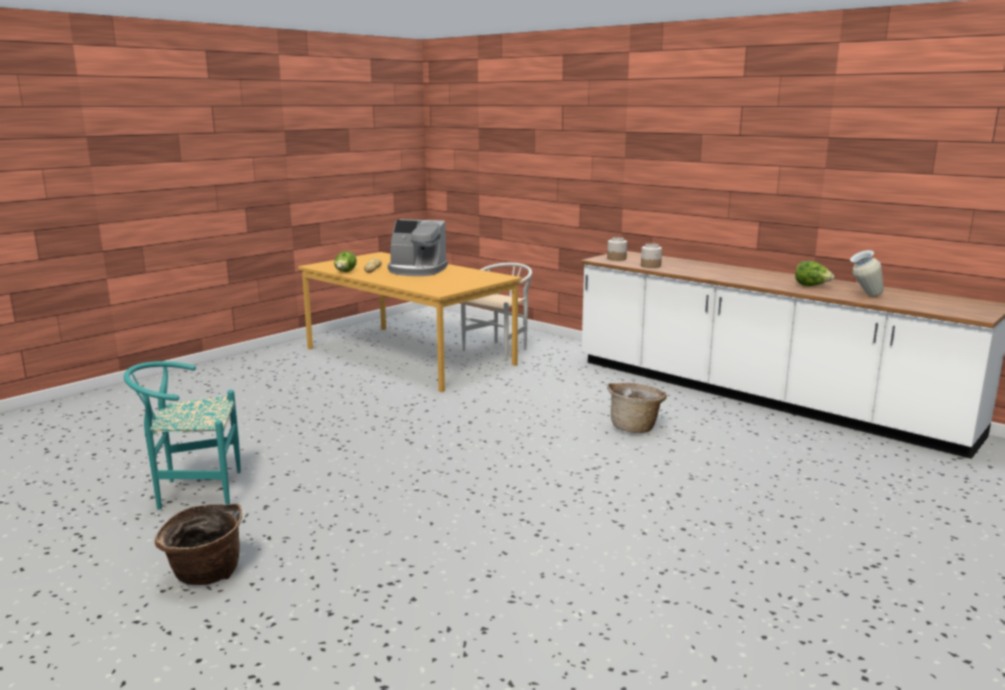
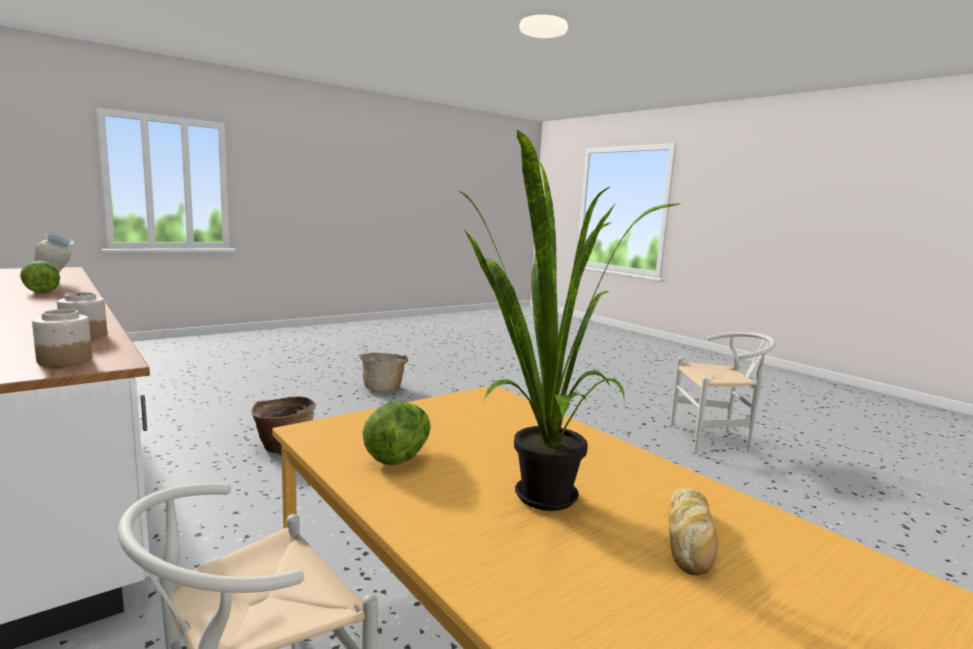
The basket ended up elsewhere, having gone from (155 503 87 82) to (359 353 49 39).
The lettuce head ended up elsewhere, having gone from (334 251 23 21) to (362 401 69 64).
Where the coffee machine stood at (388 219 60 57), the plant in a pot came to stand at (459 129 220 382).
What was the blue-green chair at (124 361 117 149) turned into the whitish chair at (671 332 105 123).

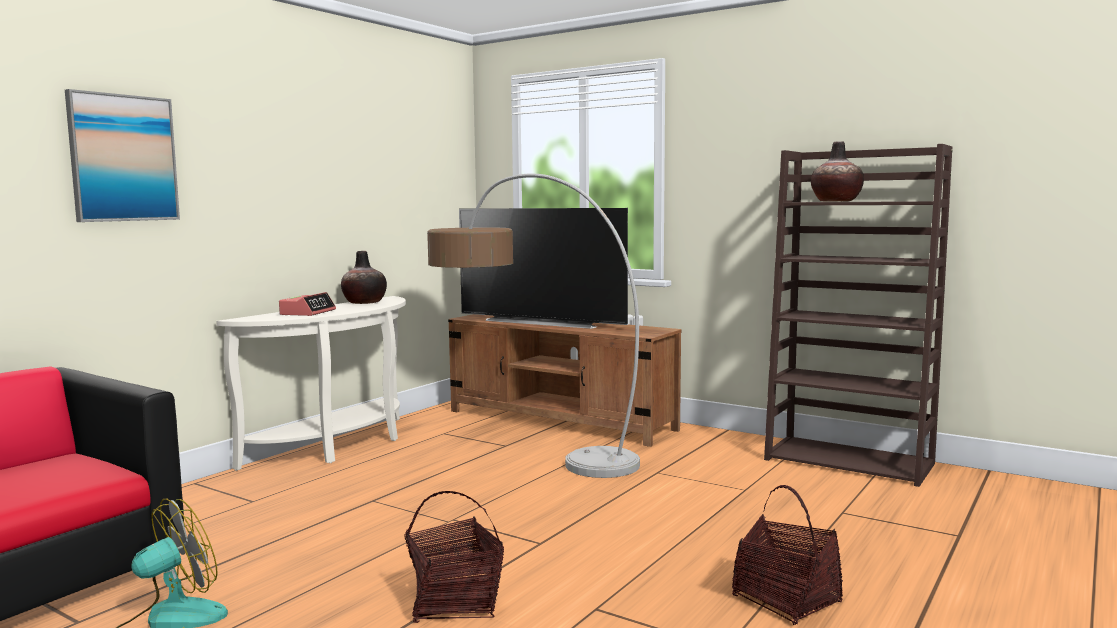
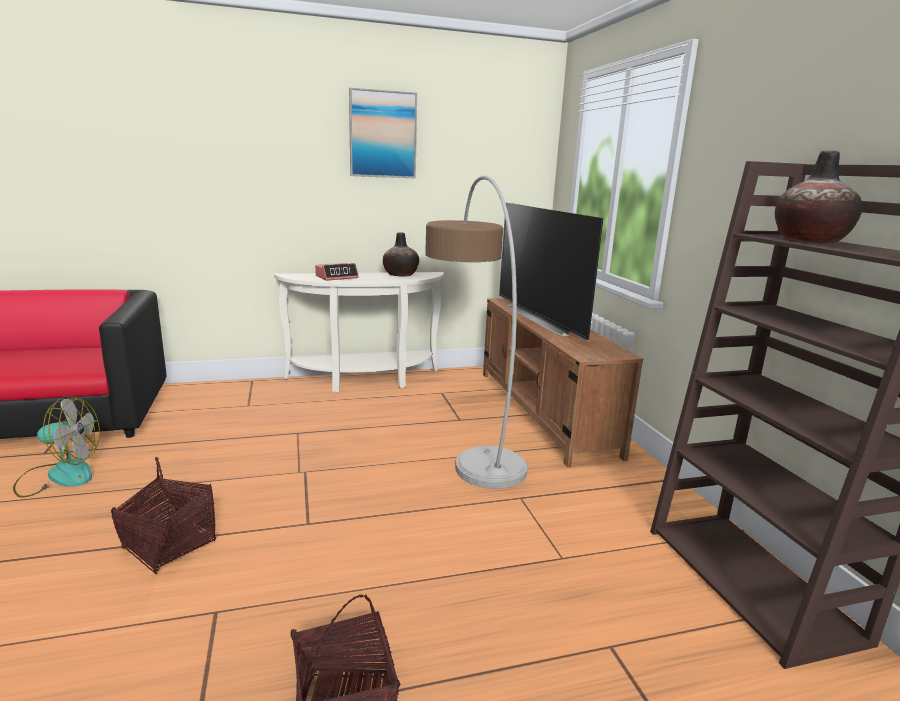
The wall art ended up elsewhere, having gone from (65 89 115 133) to (349 88 68 90).

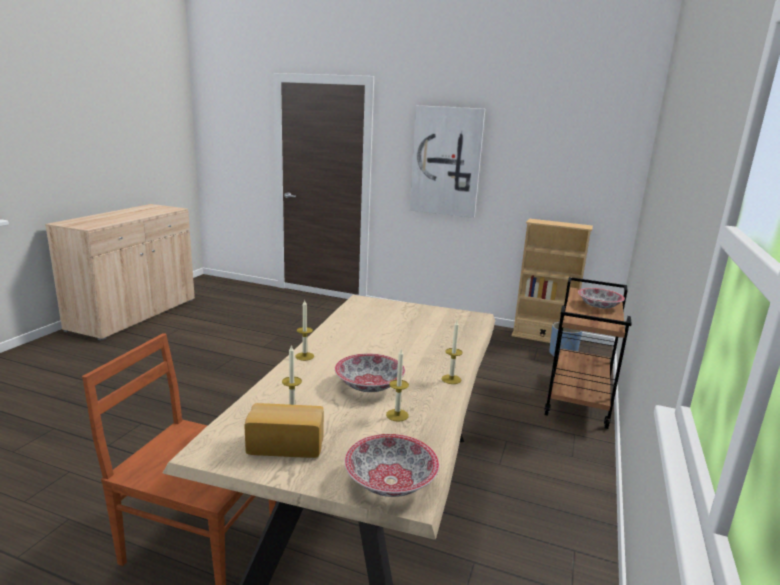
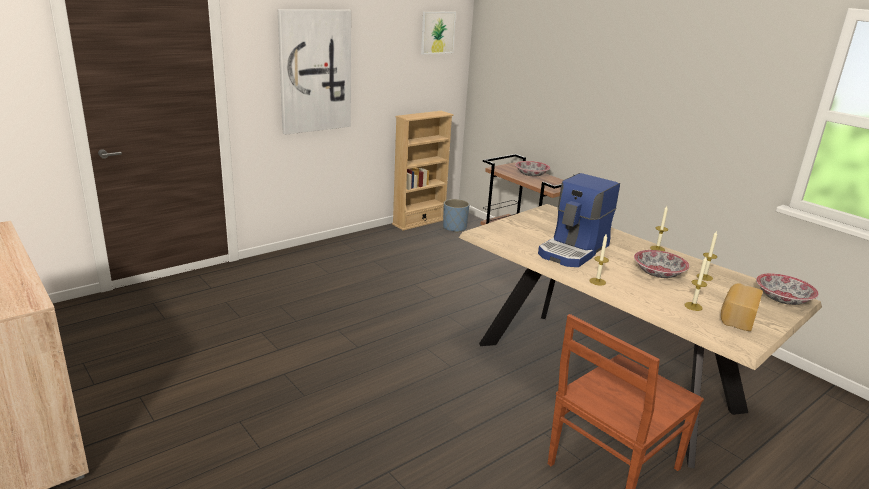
The second view gained the wall art at (421 12 35 42).
The second view gained the coffee machine at (538 173 82 94).

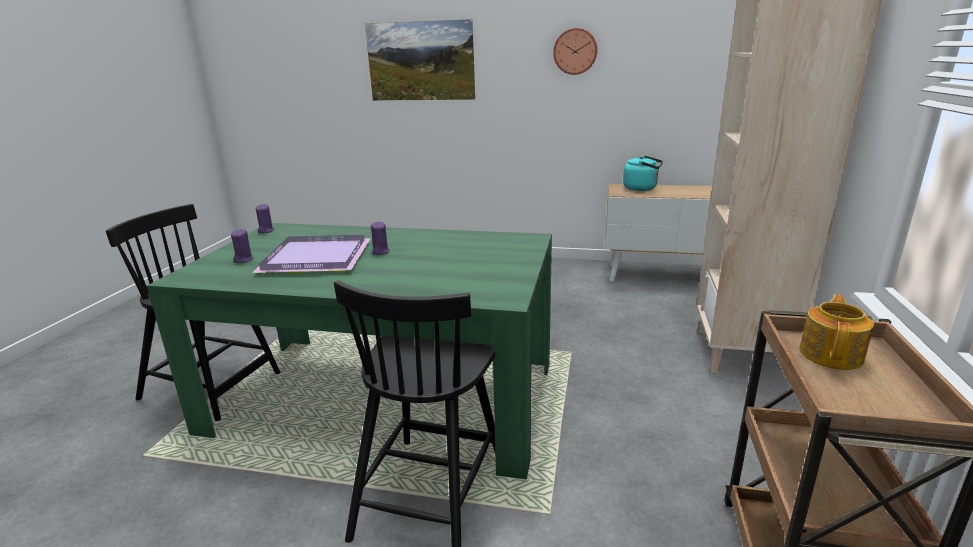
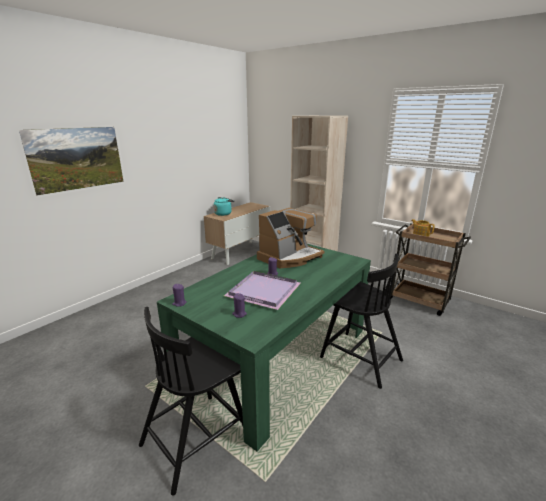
The second view lost the hanging clock at (553 28 44 47).
The second view gained the coffee machine at (257 208 68 60).

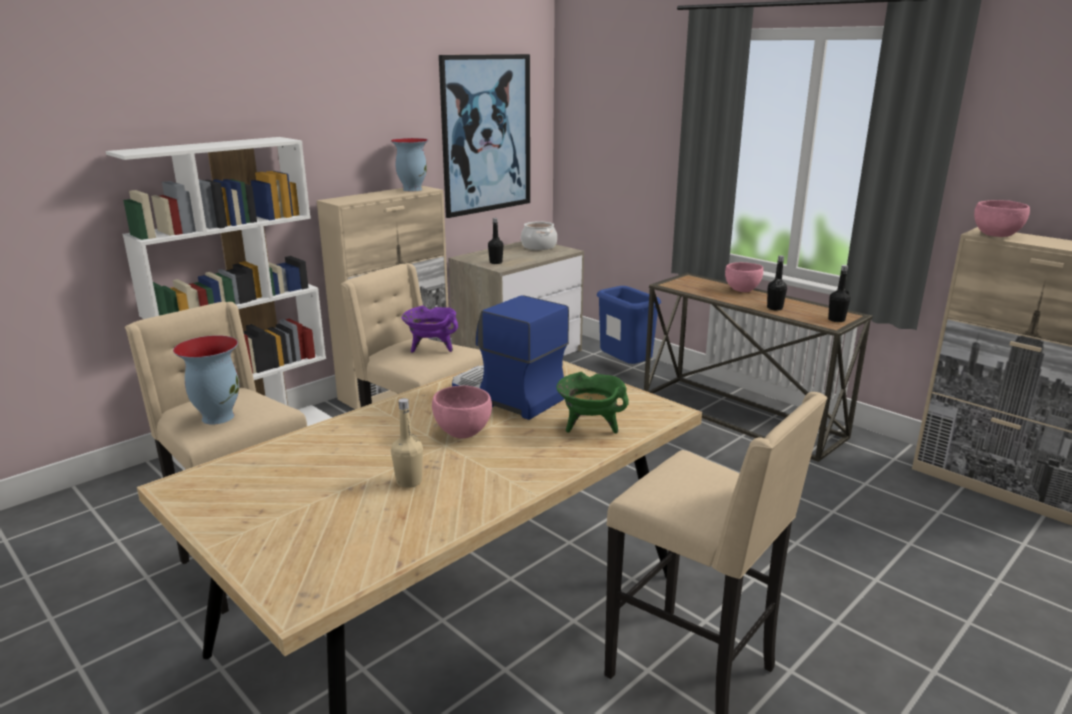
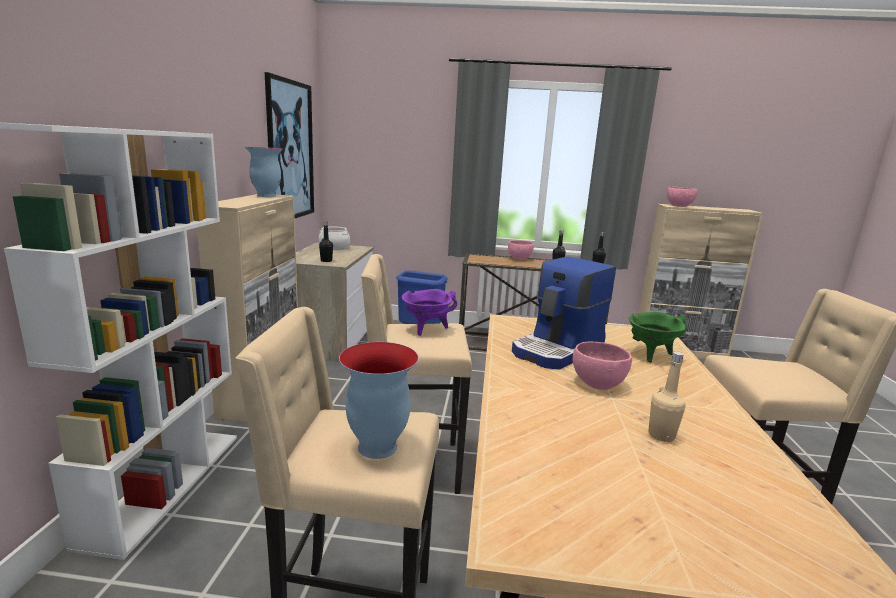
The coffee machine at (452 295 117 125) ended up facing another way, 45 degrees counterclockwise from before.

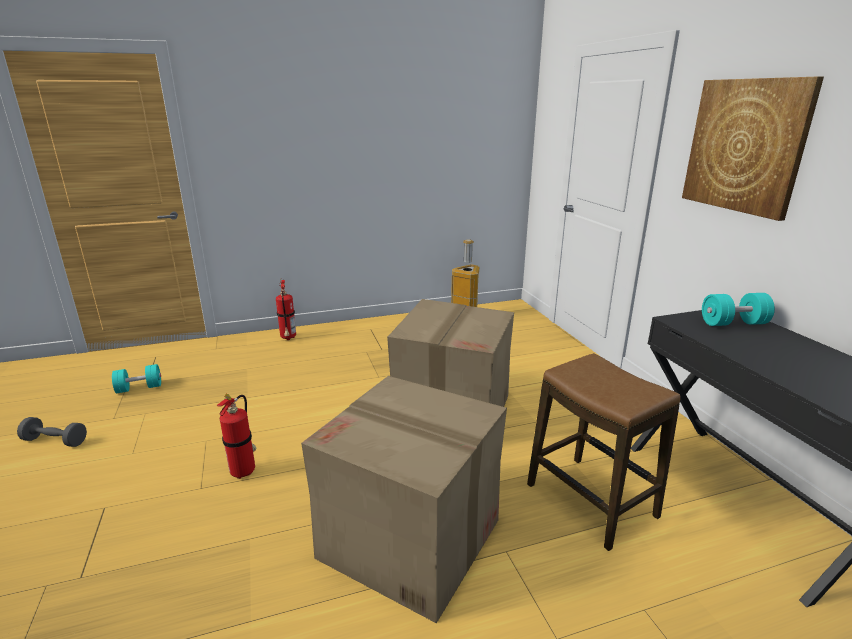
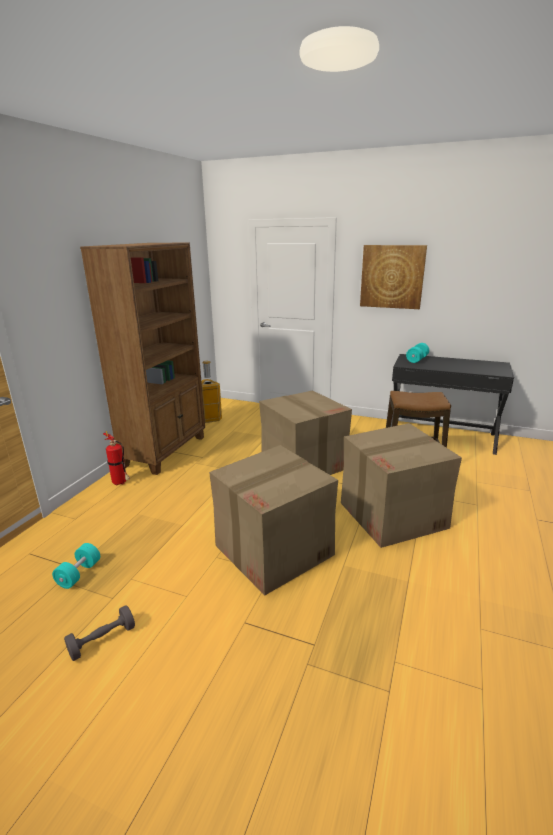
The second view gained the brown shelving unit at (80 243 125 232).
Where the extinguisher stood at (217 393 39 86), the carton came to stand at (209 445 129 150).

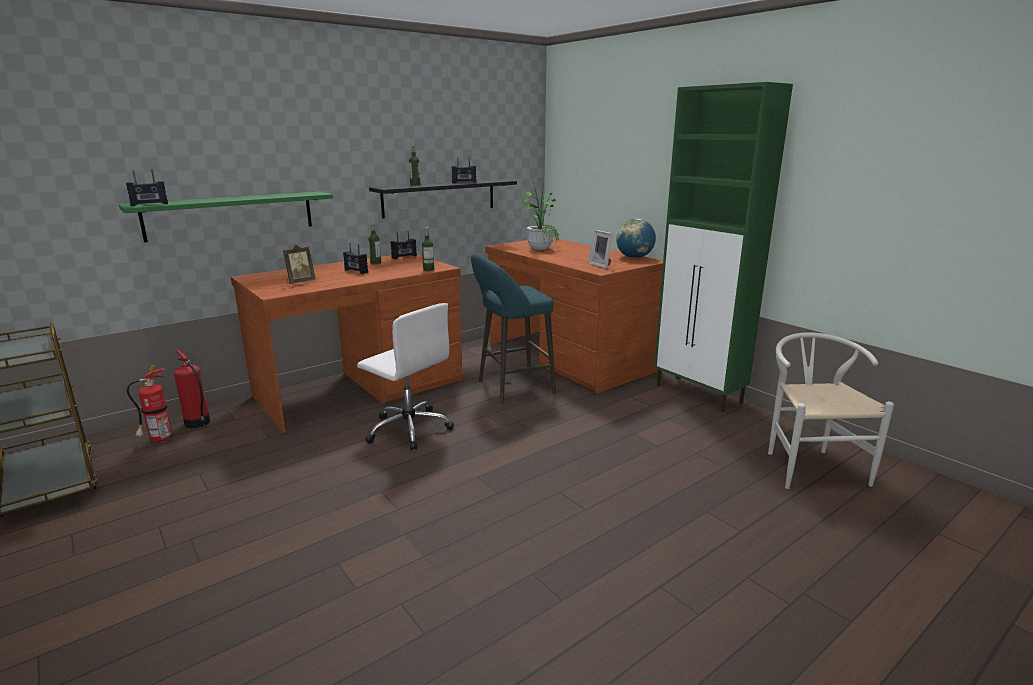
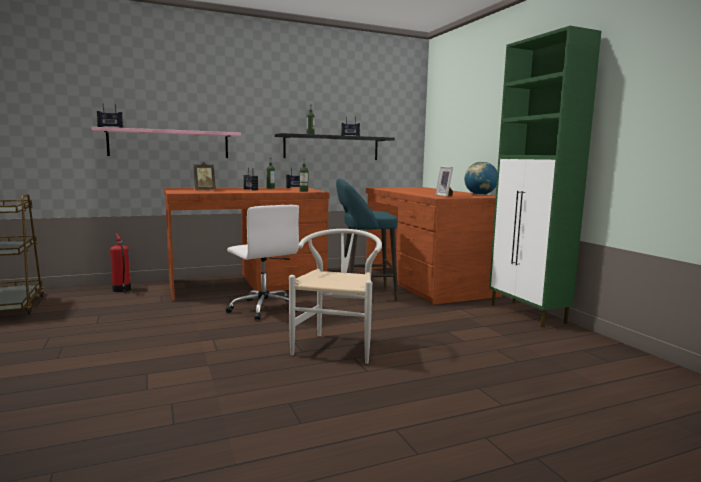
The second view lost the extinguisher at (127 365 45 78).
The second view lost the plant in a pot at (518 180 42 70).
The whitish chair ended up elsewhere, having gone from (768 332 126 157) to (289 229 93 135).
What was the greenish wall shelf at (119 192 214 50) turned into the pink-coloured wall shelf at (91 127 150 31).

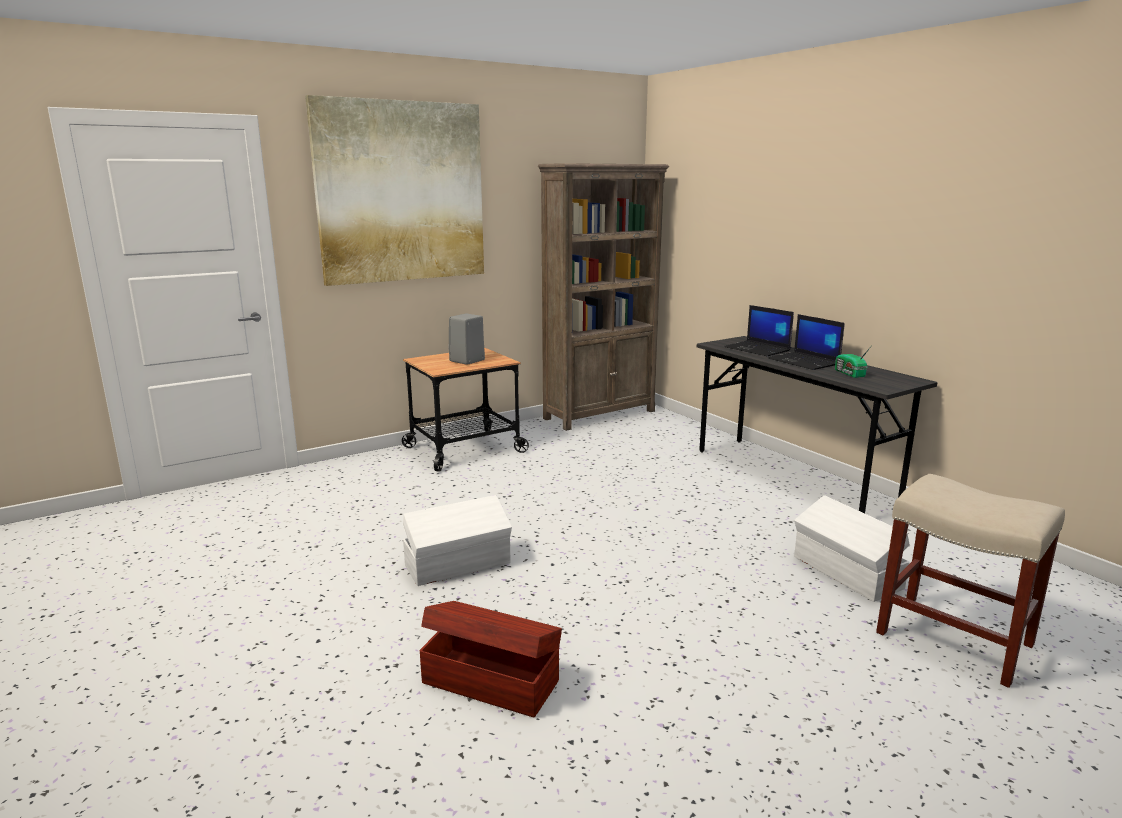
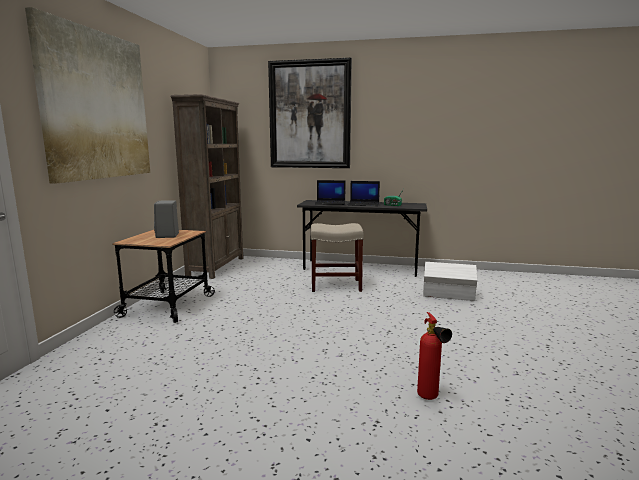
The second view lost the whitish storage container at (403 495 109 91).
The second view gained the wall art at (268 58 84 110).
The beige stool seat ended up elsewhere, having gone from (876 474 189 214) to (310 223 54 69).
Where the brown storage container stood at (419 601 143 116), the extinguisher came to stand at (417 312 35 88).

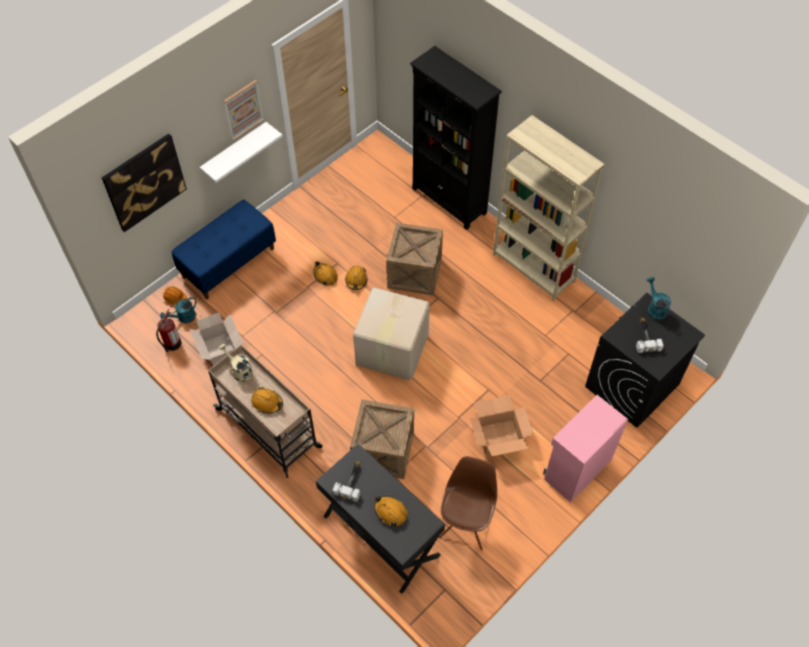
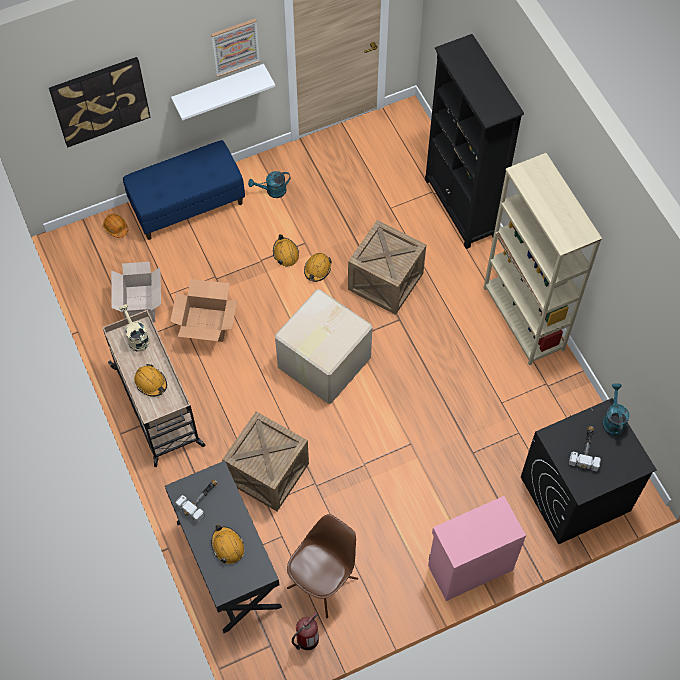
The extinguisher ended up elsewhere, having gone from (156 309 25 43) to (292 612 27 38).
The blue-green sprinkling can ended up elsewhere, having gone from (160 297 36 26) to (248 171 43 27).
The carton ended up elsewhere, having gone from (470 395 64 62) to (170 279 68 63).

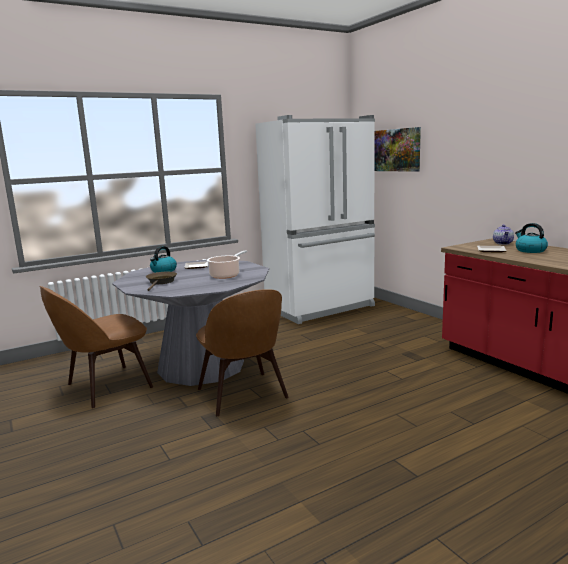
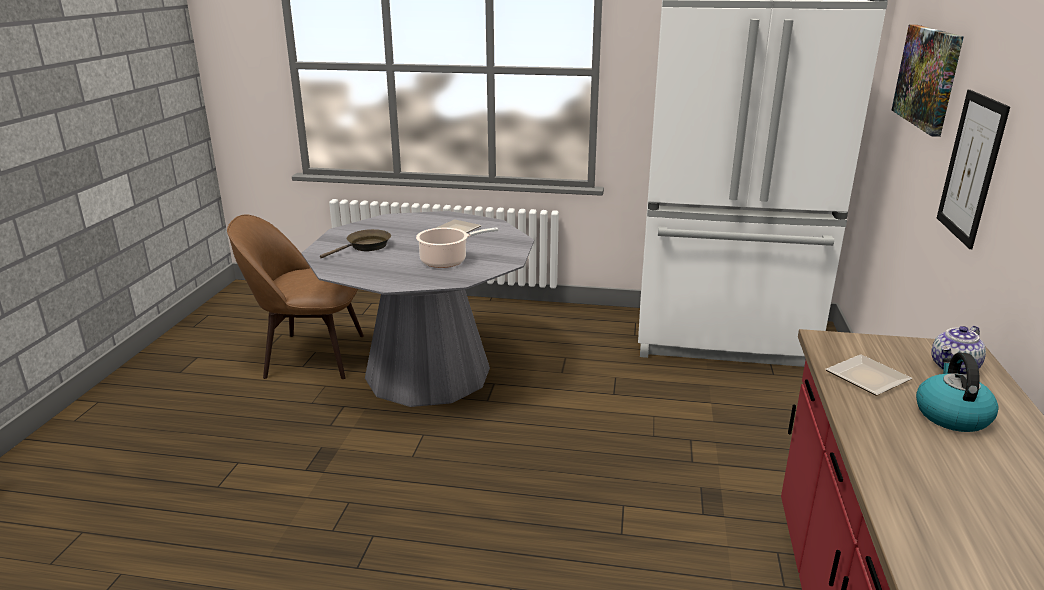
The second view lost the water kettle at (150 246 27 27).
The second view lost the brown chair at (196 289 93 127).
The second view gained the wall art at (937 90 73 159).

